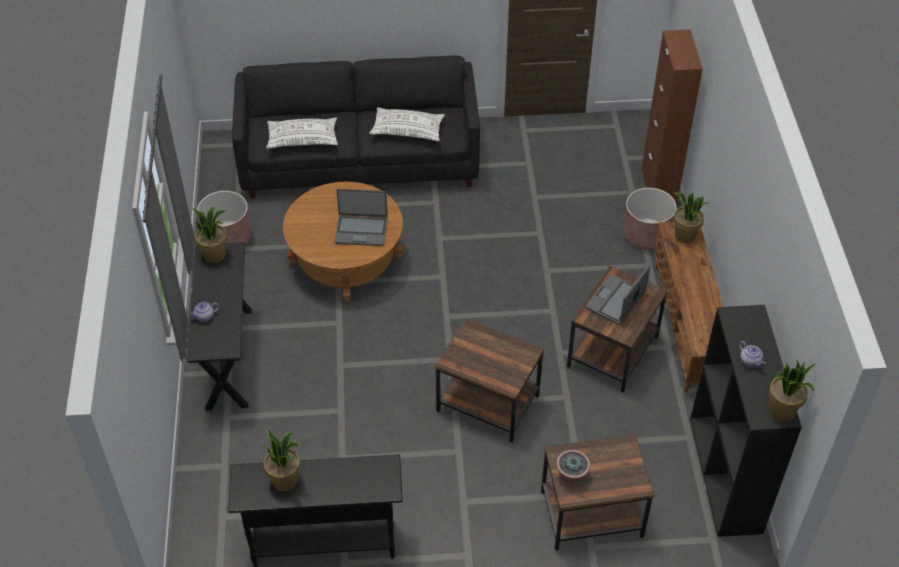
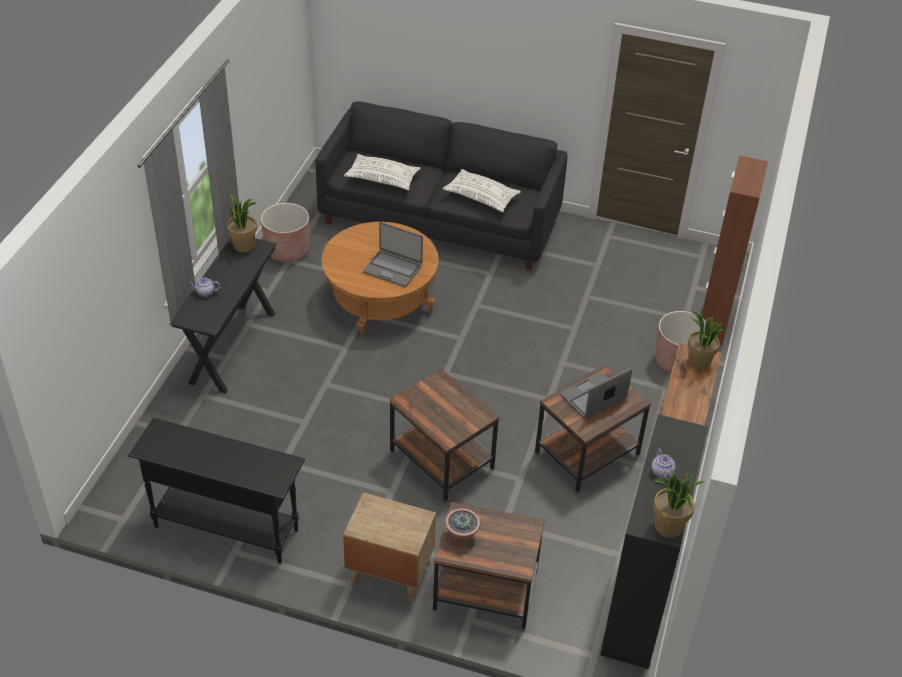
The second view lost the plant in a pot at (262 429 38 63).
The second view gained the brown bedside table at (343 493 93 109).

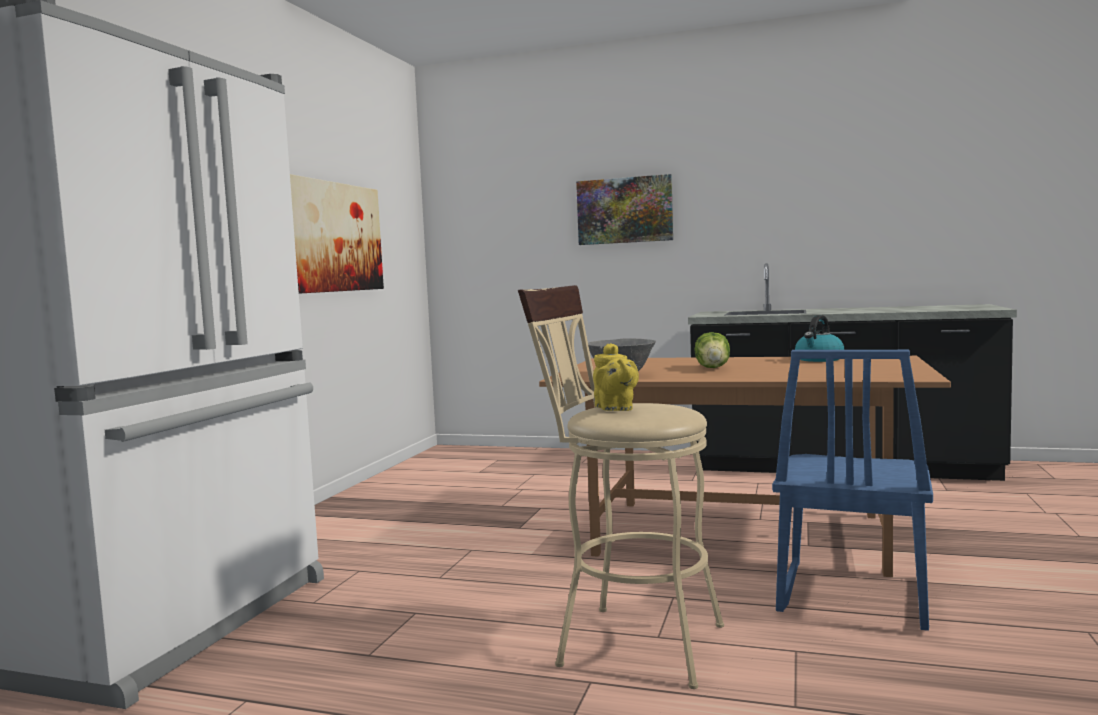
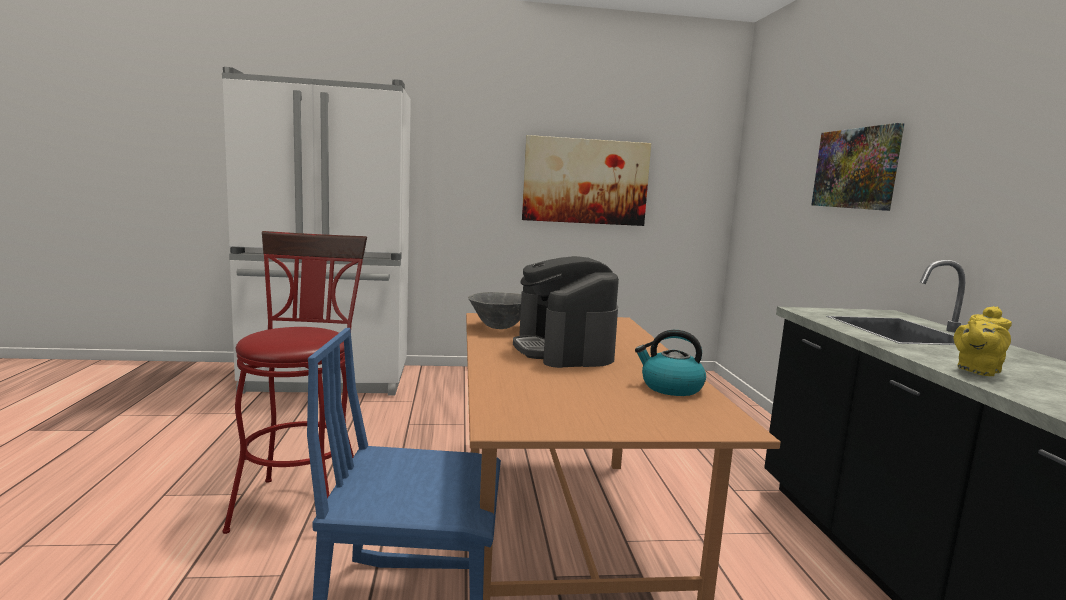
The yellow teapot ended up elsewhere, having gone from (593 343 46 68) to (954 306 58 70).
Where the lettuce head stood at (695 332 35 36), the coffee machine came to stand at (513 256 106 112).
What was the beige stool seat at (518 285 206 404) turned into the red stool seat at (223 231 144 303).

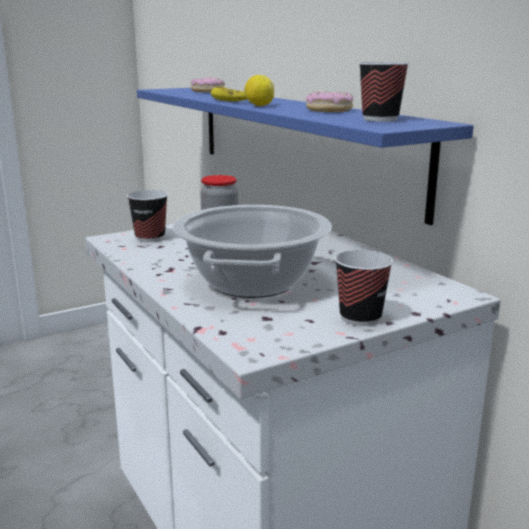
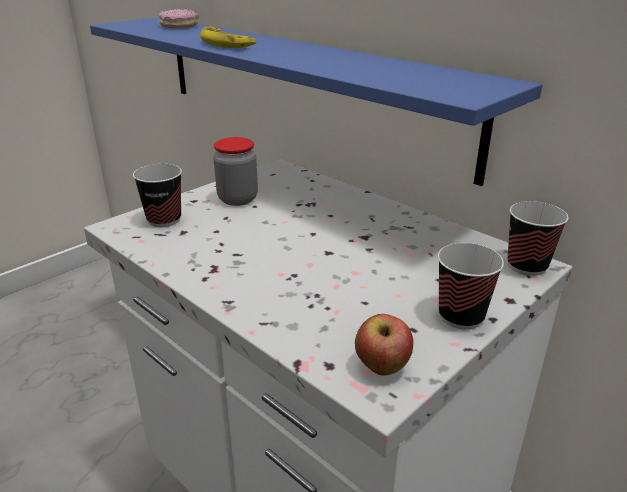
The second view lost the stockpot at (173 205 159 93).
The second view lost the whole lemon at (245 75 29 31).
The second view lost the donut at (306 92 47 20).
The second view gained the whole apple at (355 314 58 62).
The cup ended up elsewhere, having gone from (359 62 50 60) to (508 201 60 75).

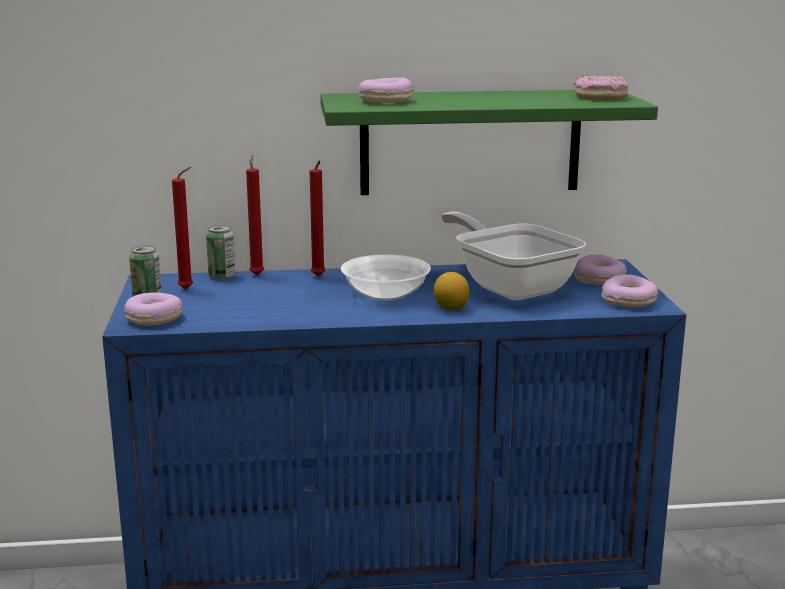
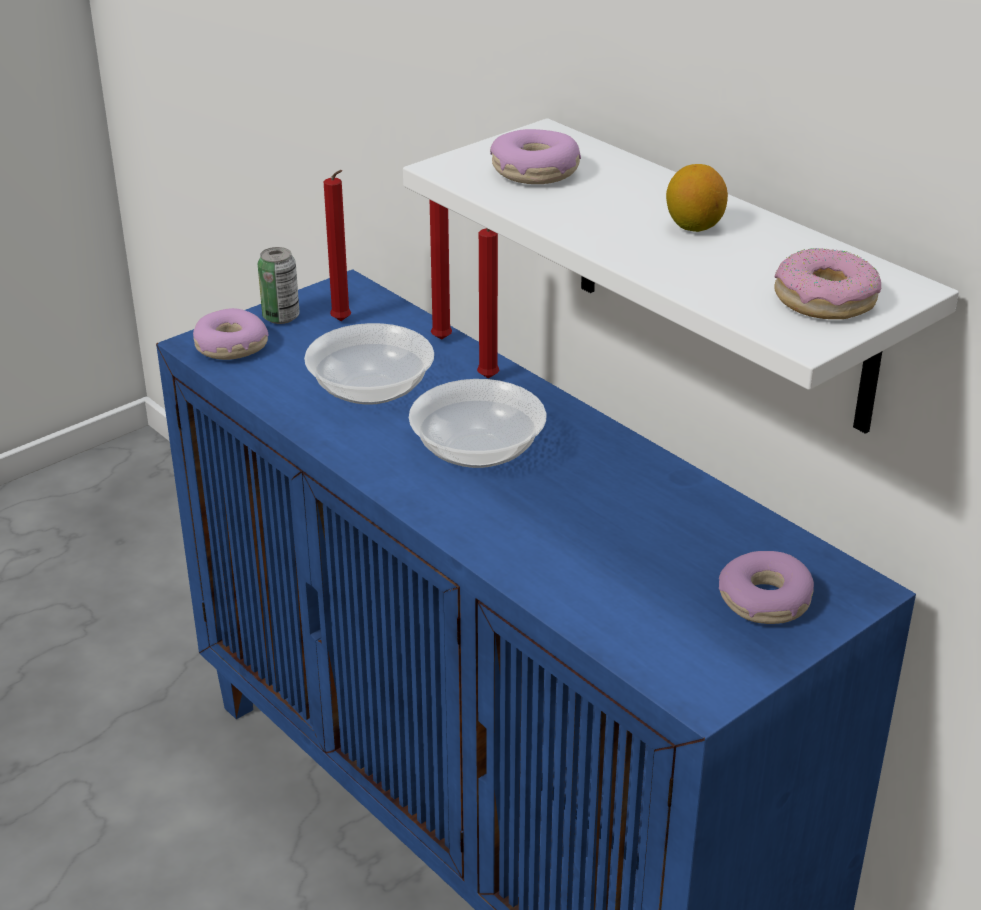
The second view lost the can at (206 225 29 55).
The second view lost the pan at (441 212 145 88).
The second view lost the donut at (601 274 58 33).
The second view gained the bowl at (304 323 130 82).
The whole lemon ended up elsewhere, having gone from (434 272 35 39) to (666 164 62 68).
What was the greenish wall shelf at (320 90 338 105) turned into the whitish wall shelf at (403 118 556 316).

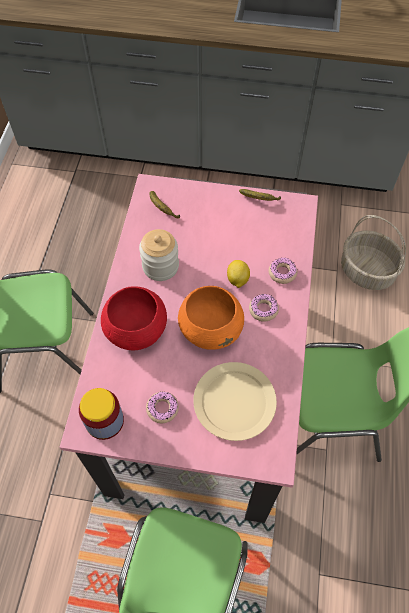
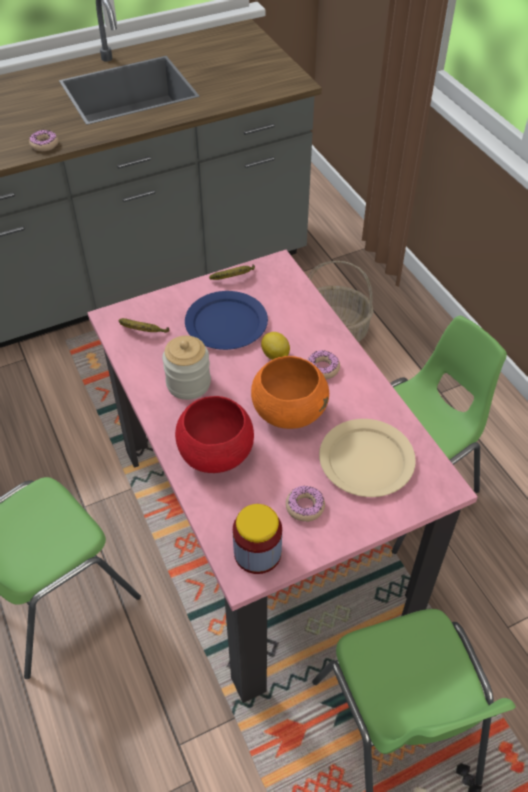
The second view gained the bluish flat dish at (185 291 83 59).
The donut ended up elsewhere, having gone from (268 258 29 26) to (29 130 30 21).

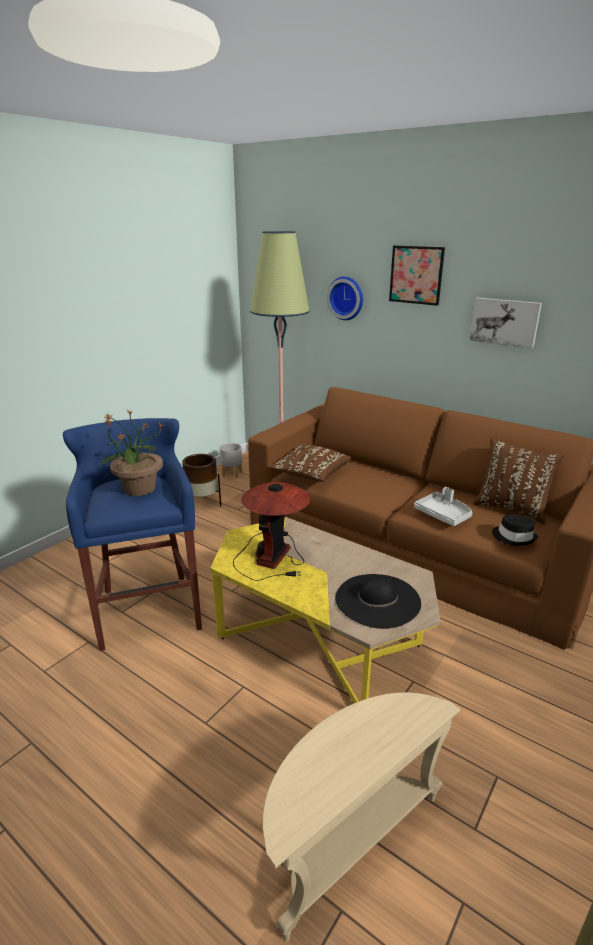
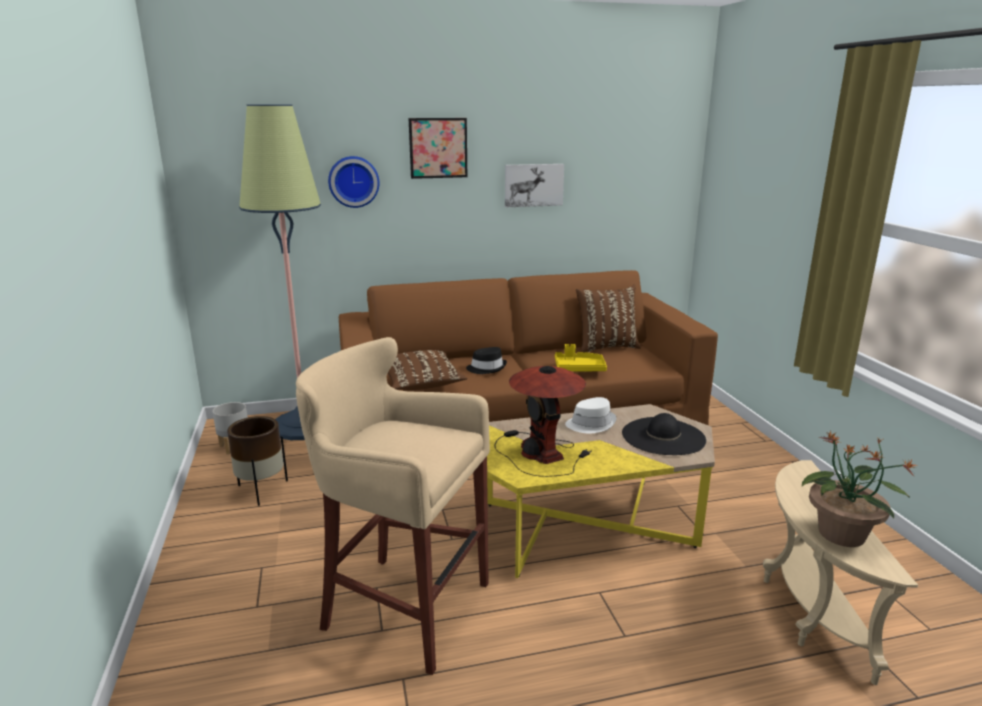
The second view gained the whitish clothing hat at (565 397 51 36).
The plant in a pot ended up elsewhere, having gone from (100 409 64 87) to (802 431 117 116).
The black clothing hat ended up elsewhere, having gone from (492 514 46 32) to (466 347 41 27).
What was the bluish stool seat at (63 418 139 233) turned into the beige stool seat at (296 337 194 338).
What was the gray serving tray at (414 487 59 39) turned into the yellow serving tray at (555 344 52 27).

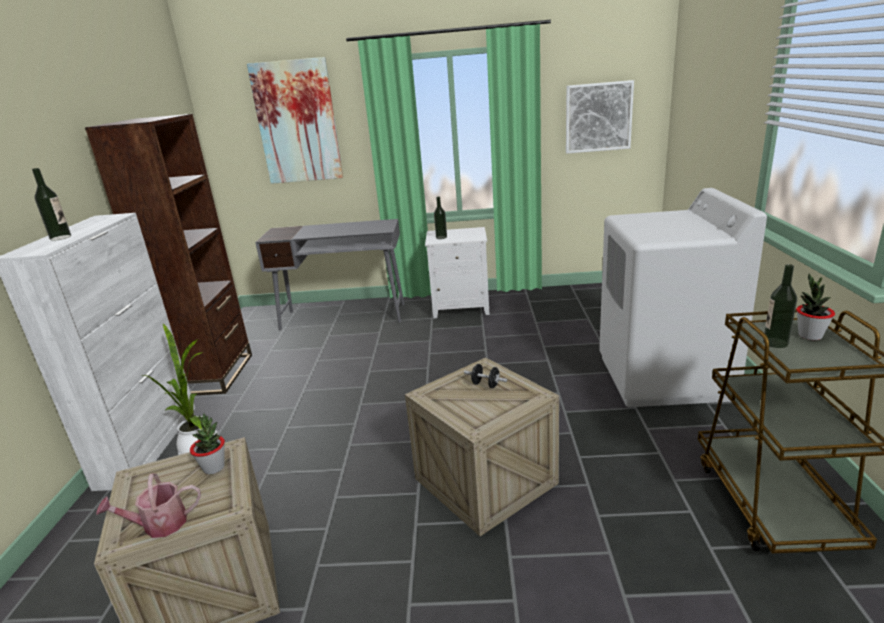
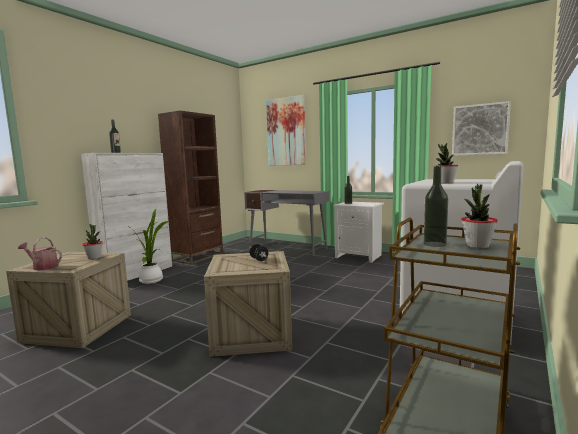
The second view gained the plant in a pot at (436 143 22 41).

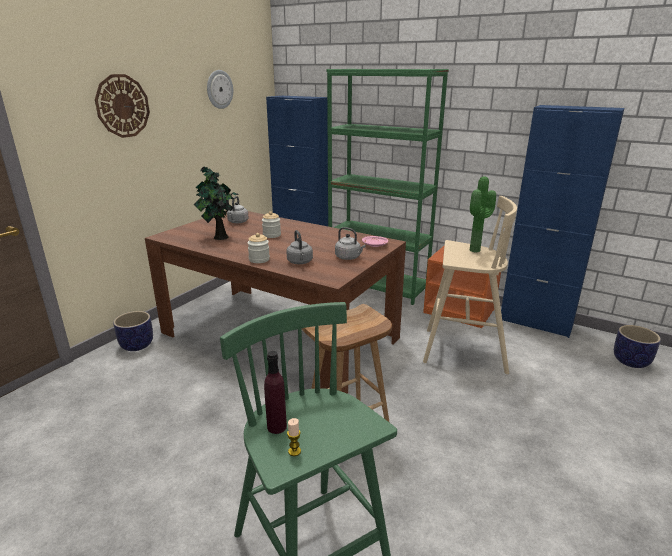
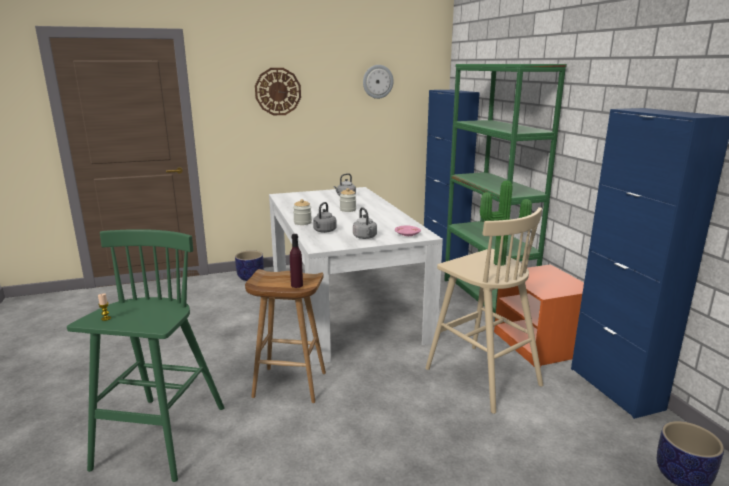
The second view lost the plant in a pot at (194 166 45 74).
The purple-coloured bottle ended up elsewhere, having gone from (264 351 23 83) to (290 234 13 54).
What was the brown kitchen table at (145 211 261 183) turned into the whitish kitchen table at (269 187 174 178).

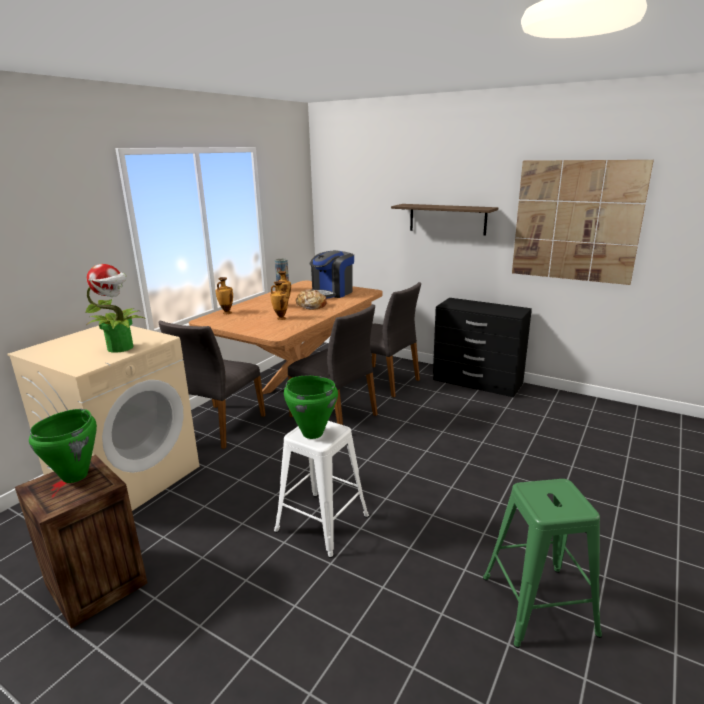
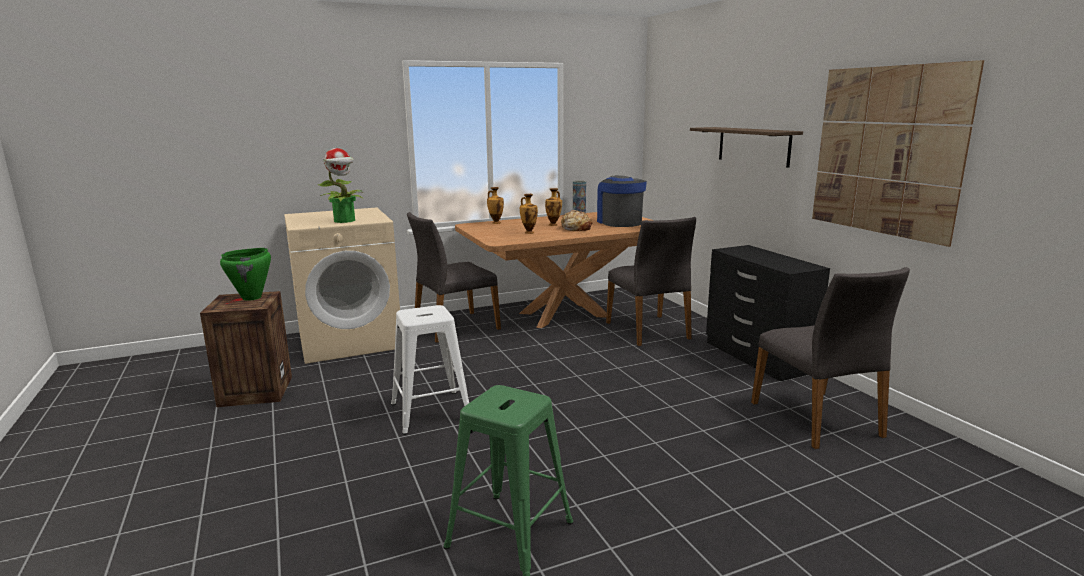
The second view lost the greenish stockpot at (284 376 54 63).
The gray chair ended up elsewhere, having gone from (288 304 90 121) to (751 267 159 182).
The coffee machine at (309 250 45 48) ended up facing another way, 90 degrees clockwise from before.

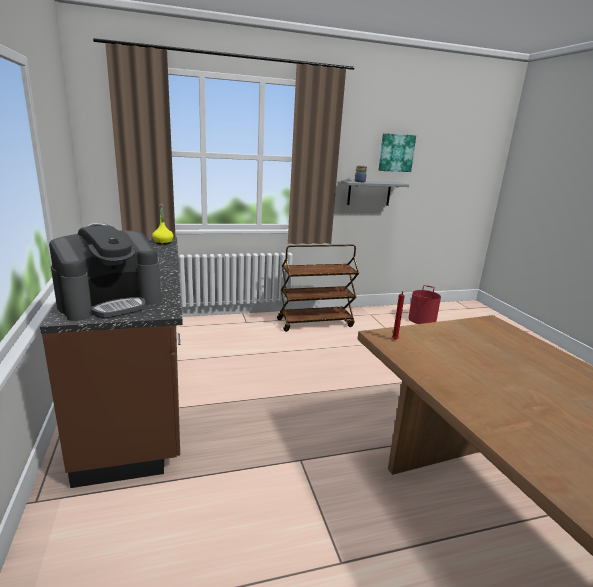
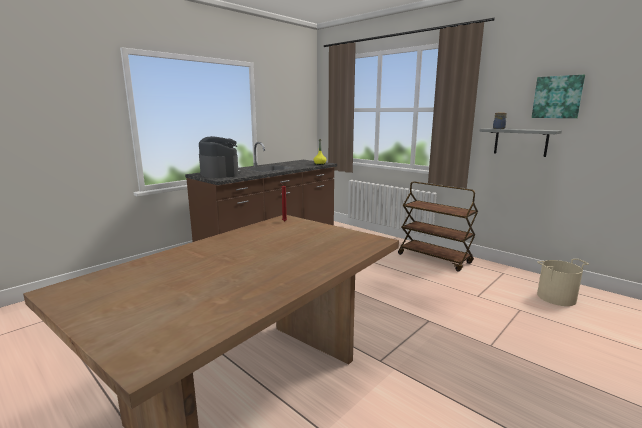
What was the red water bucket at (409 285 32 39) turned into the beige water bucket at (537 259 52 47).
The coffee machine at (49 225 112 96) ended up facing another way, 135 degrees counterclockwise from before.

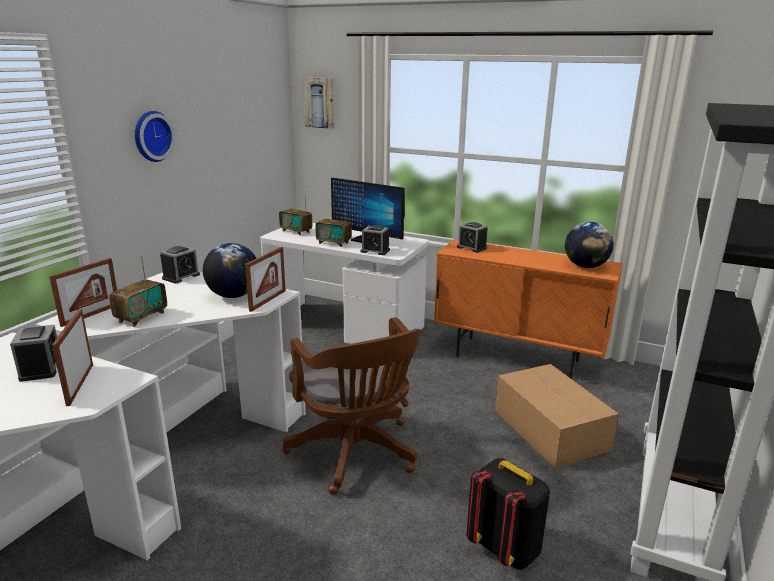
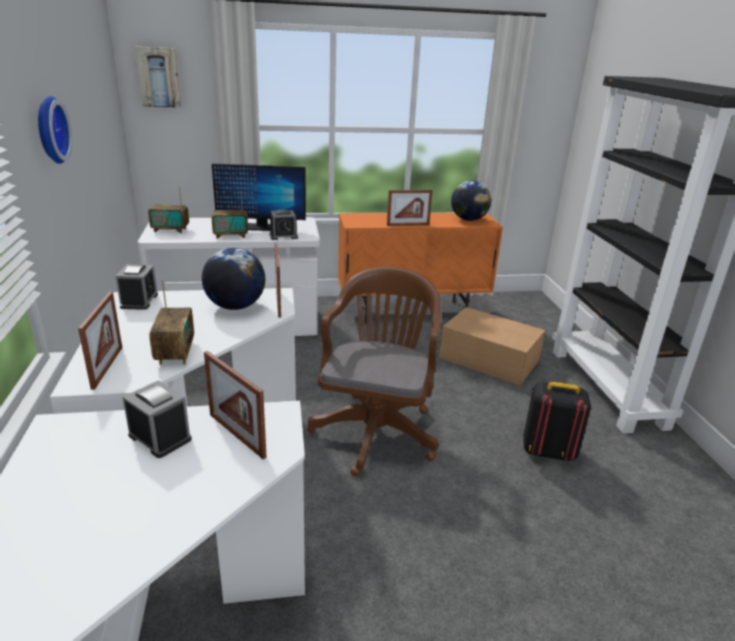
The second view lost the table clock at (457 222 30 31).
The second view gained the picture frame at (387 190 46 36).
The brown office chair at (283 317 137 178) ended up facing another way, 105 degrees counterclockwise from before.

